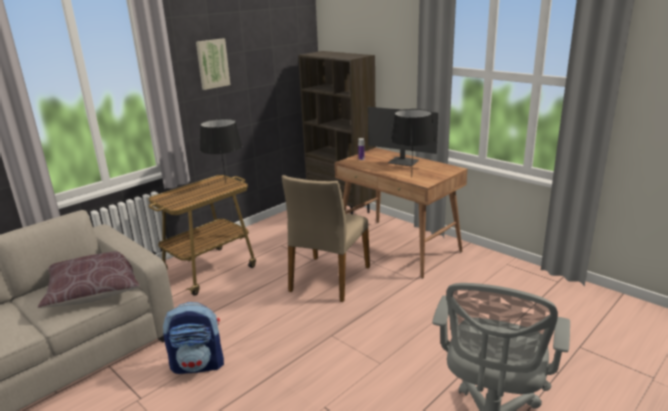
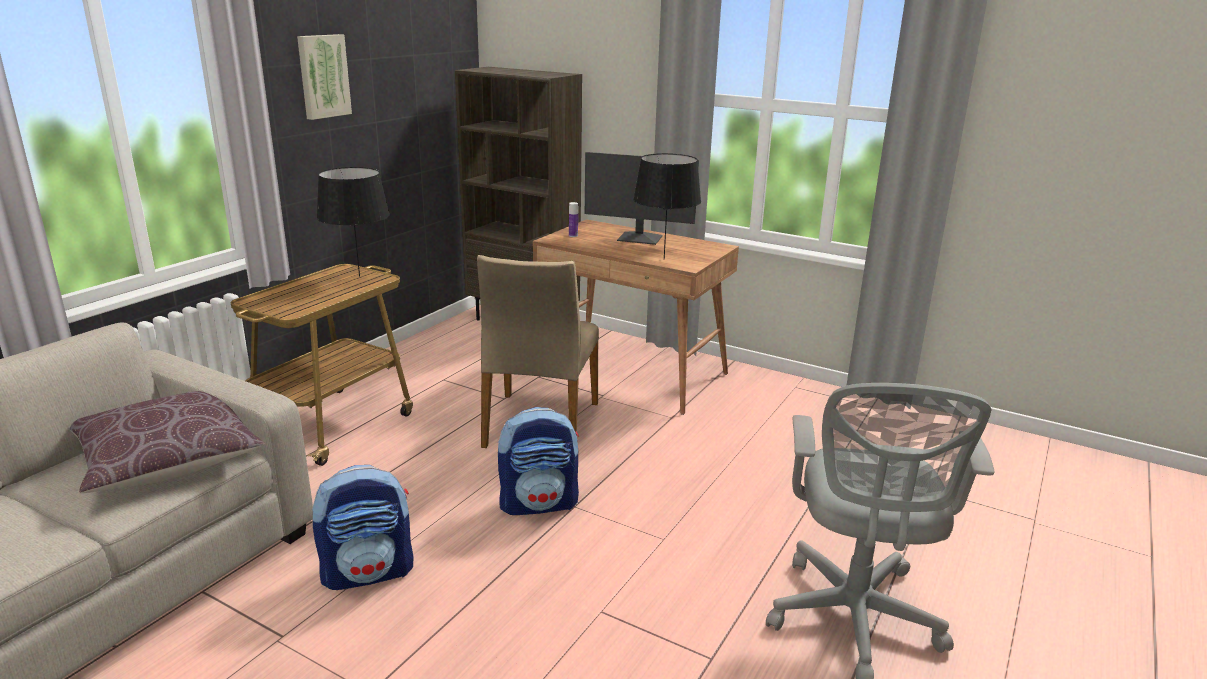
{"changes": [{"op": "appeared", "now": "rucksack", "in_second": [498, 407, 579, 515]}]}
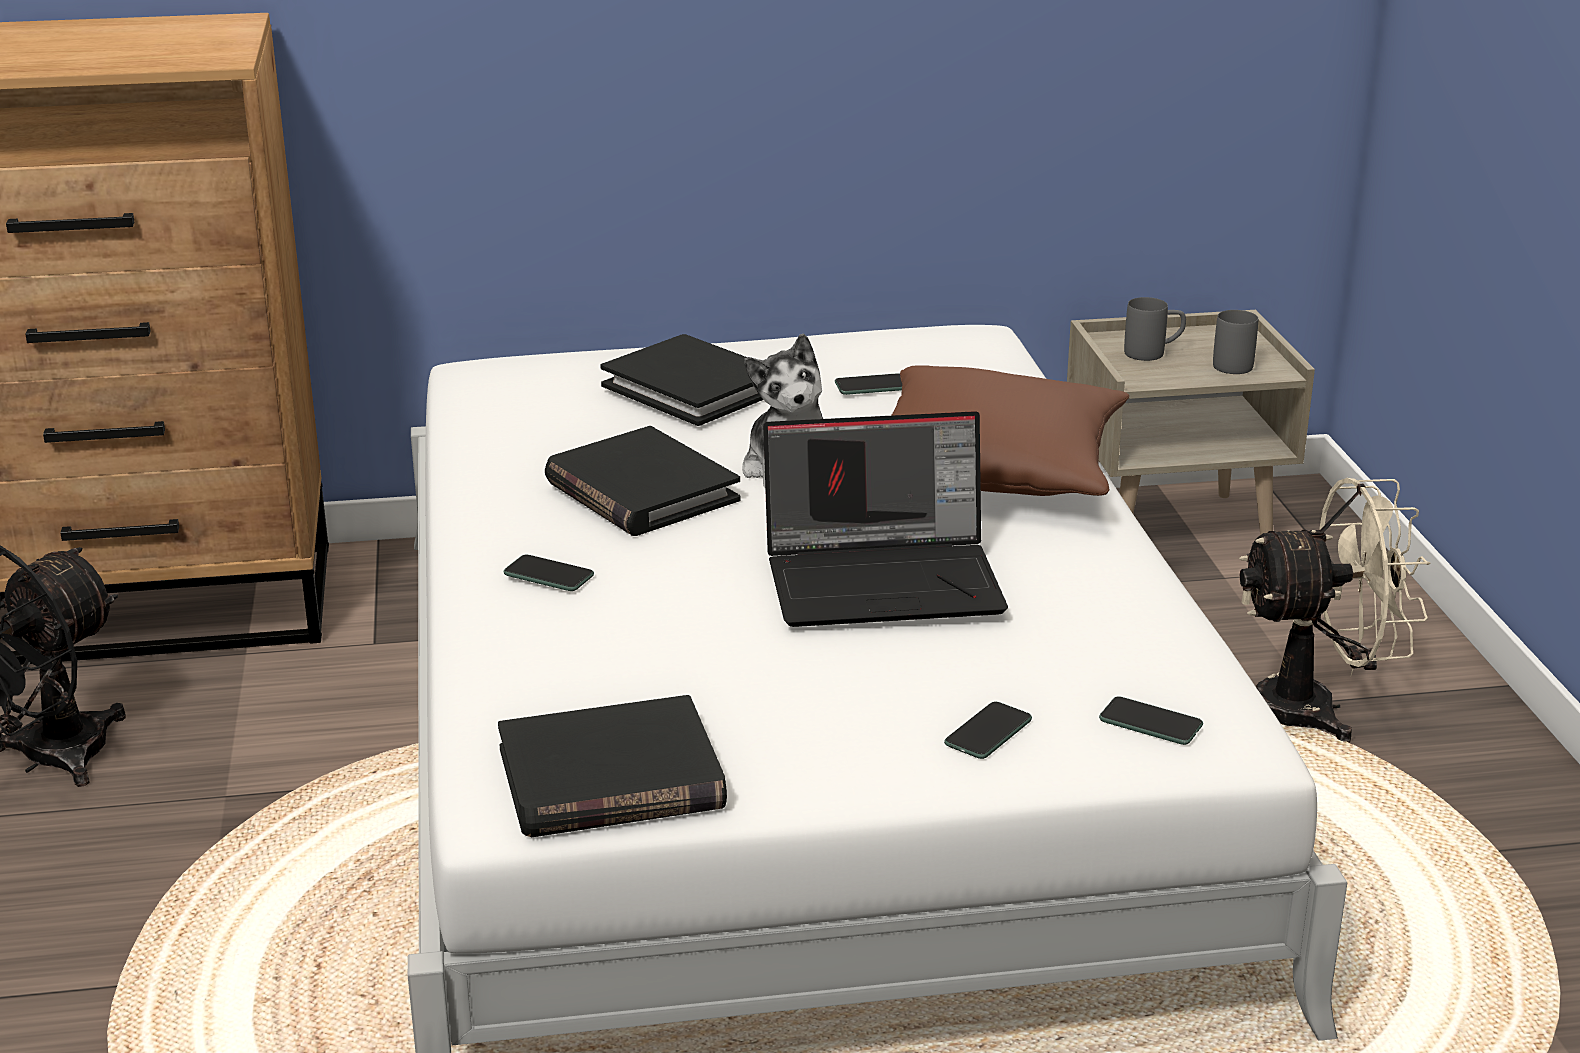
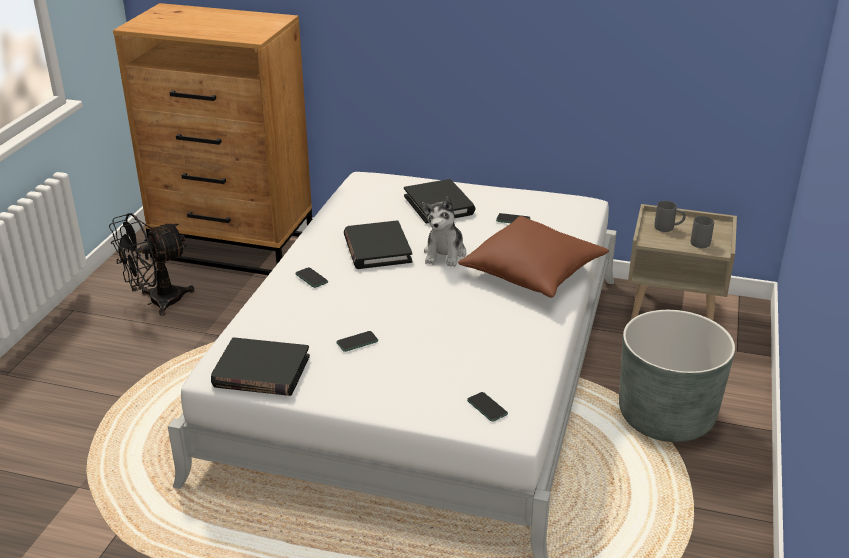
{"changes": [{"op": "missing", "was": "portable_computer", "in_first": [763, 411, 1008, 627]}, {"op": "exchanged", "was": "beige_cooling_fan", "now": "gray_plant_pot", "in_first": [1239, 478, 1430, 743], "in_second": [619, 310, 735, 442]}, {"op": "relocated", "was": "phone", "in_first": [944, 702, 1032, 759], "in_second": [336, 331, 378, 352]}]}
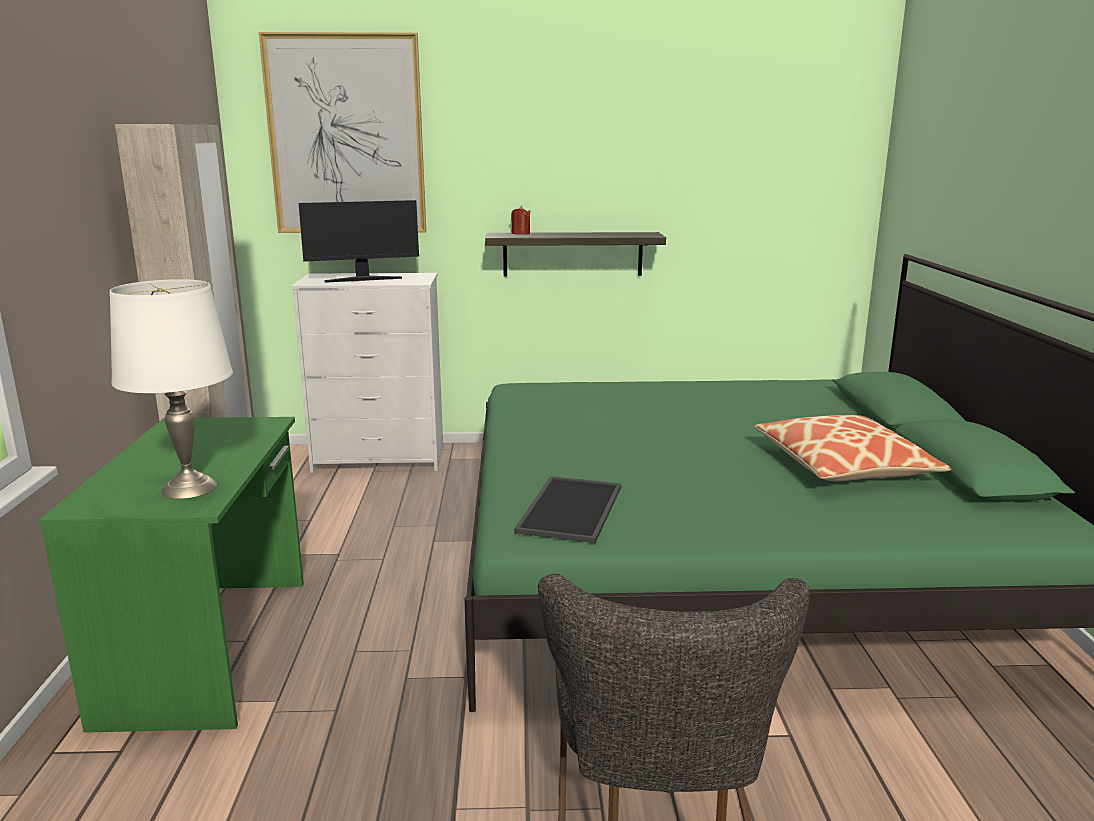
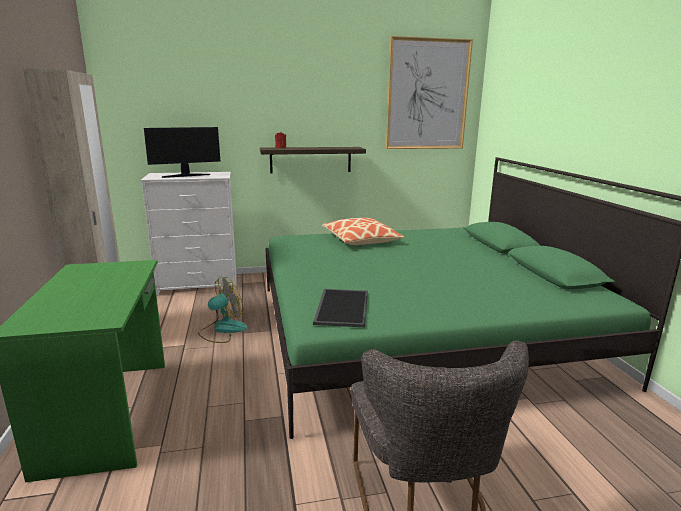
{"changes": [{"op": "relocated", "was": "wall_picture", "in_first": [259, 32, 426, 233], "in_second": [386, 36, 473, 149]}, {"op": "missing", "was": "whitish_table_lamp", "in_first": [109, 279, 233, 499]}, {"op": "relocated", "was": "throw_pillow", "in_first": [754, 415, 951, 481], "in_second": [322, 218, 405, 245]}, {"op": "appeared", "now": "cooling_fan", "in_second": [198, 277, 247, 343]}]}
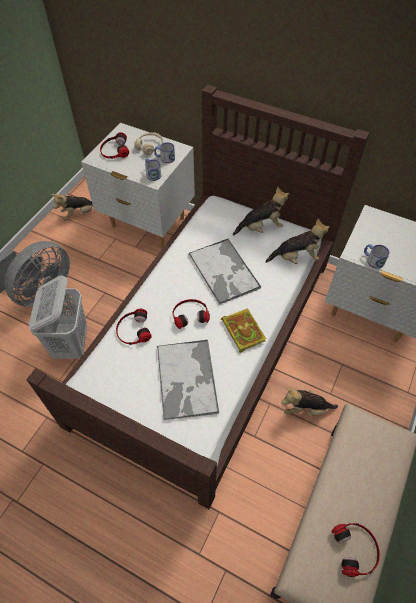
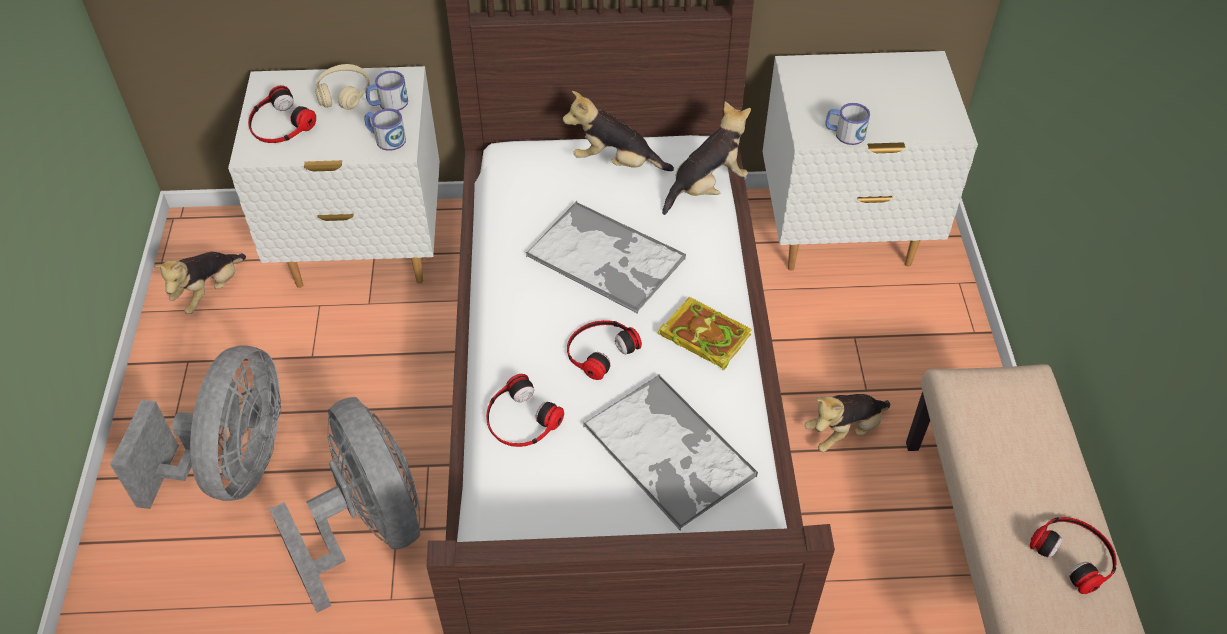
{"changes": [{"op": "spun", "was": "cuddly_toy", "in_first": [233, 186, 289, 235], "in_second": [563, 91, 674, 171], "clockwise": -120}, {"op": "exchanged", "was": "whitish_hamper", "now": "gray_cooling_fan", "in_first": [29, 275, 87, 359], "in_second": [270, 397, 420, 613]}]}
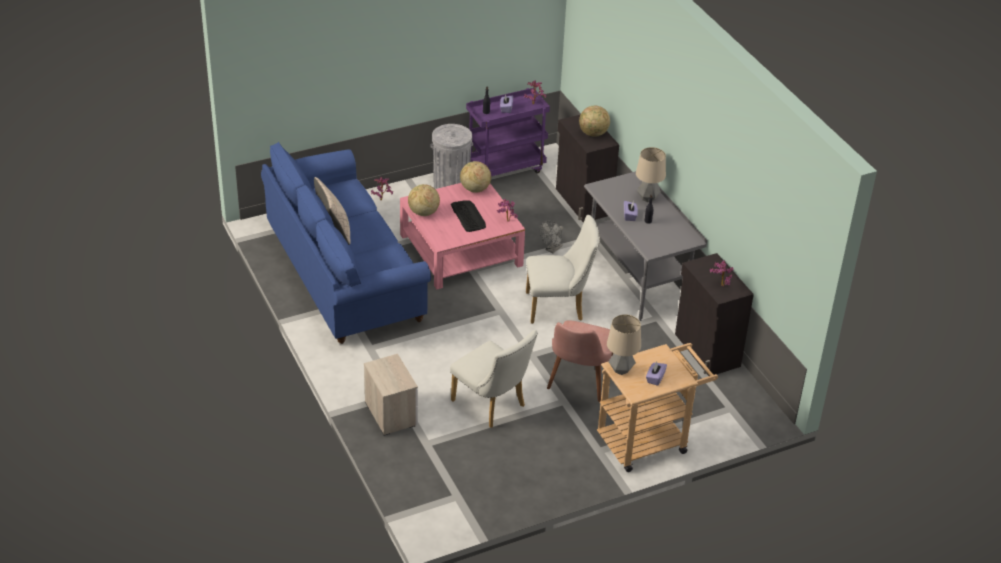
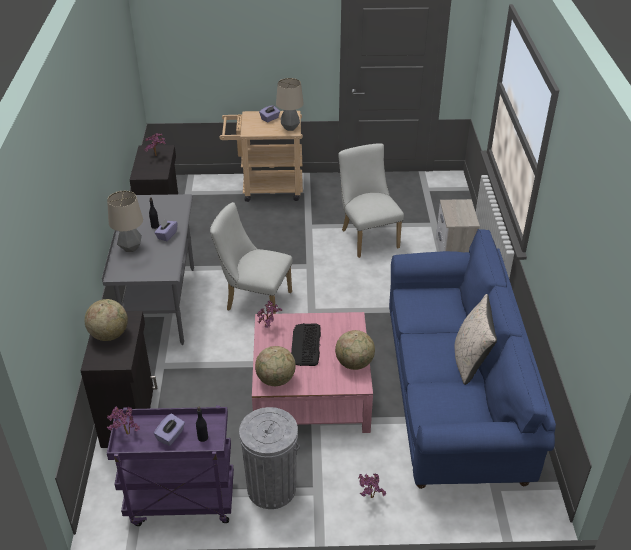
{"changes": [{"op": "missing", "was": "gray_cooling_fan", "in_first": [540, 220, 563, 254]}, {"op": "missing", "was": "pinkish_plain_chair", "in_first": [547, 320, 614, 402]}]}
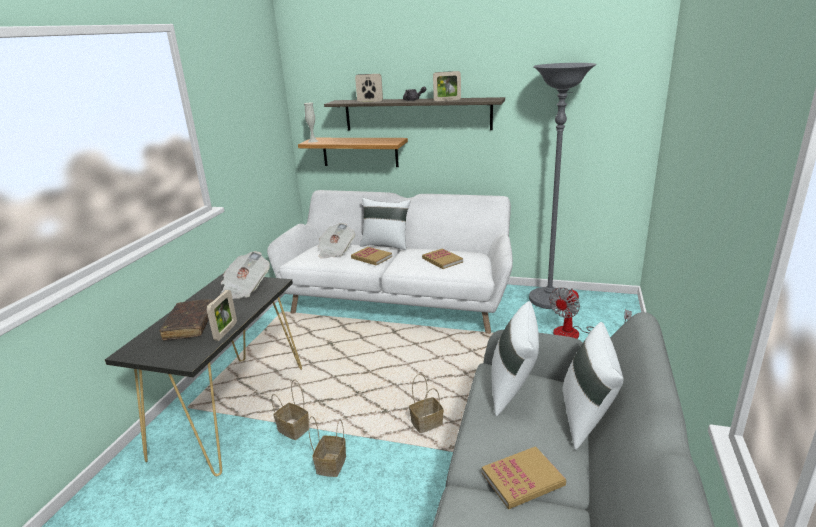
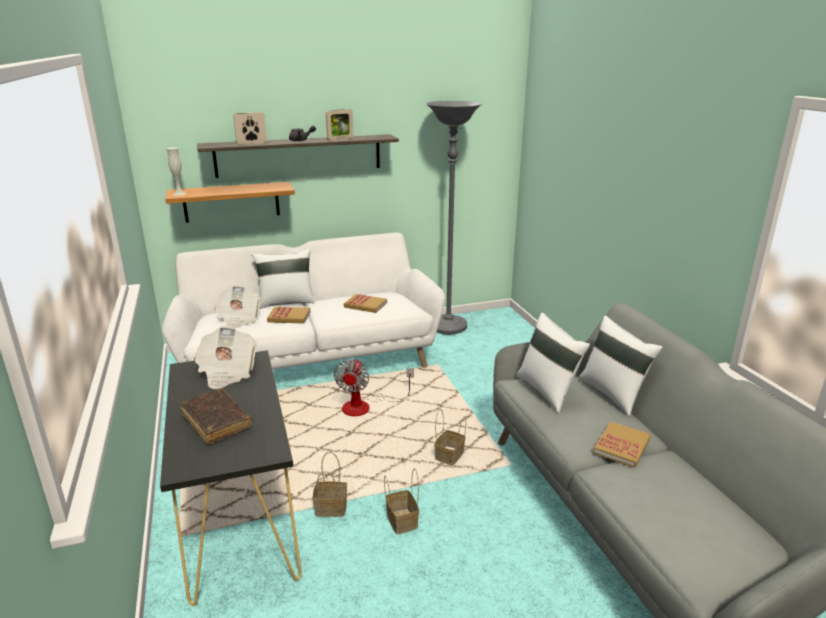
{"changes": [{"op": "relocated", "was": "cooling_fan", "in_first": [549, 287, 632, 339], "in_second": [334, 359, 414, 416]}, {"op": "missing", "was": "standing_frame", "in_first": [207, 290, 237, 341]}]}
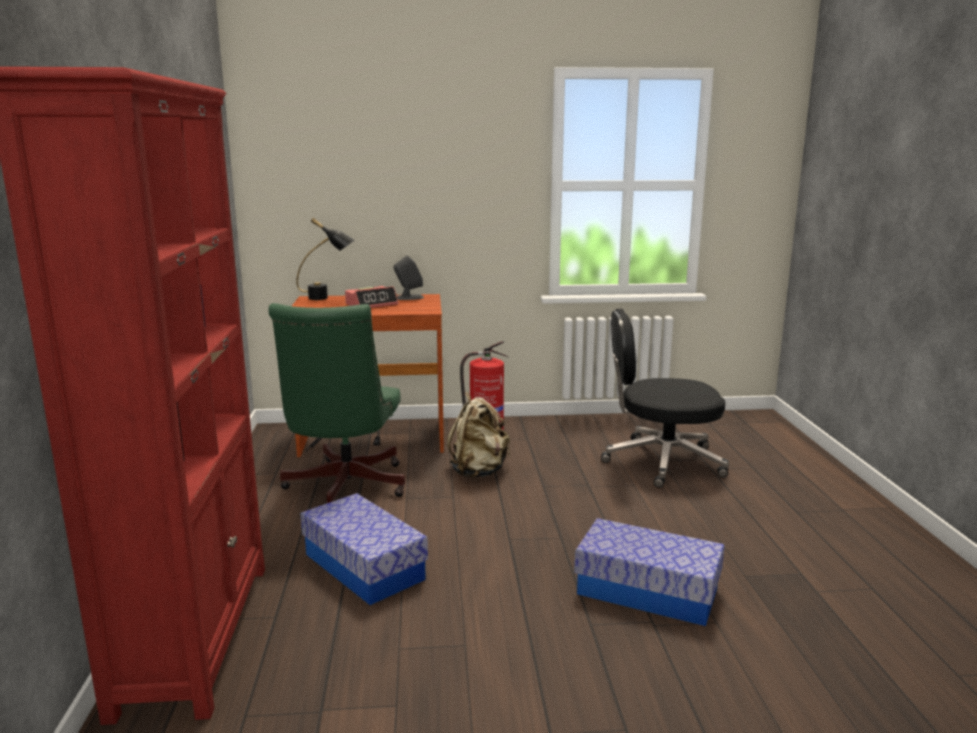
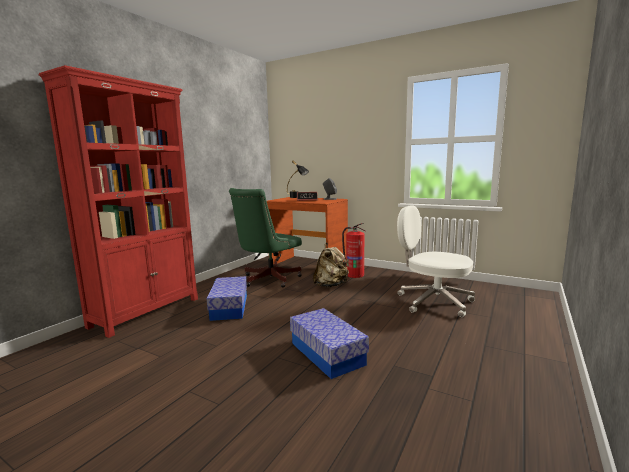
{"changes": [{"op": "colour", "was": "blackish_desk_chair", "now": "whitish_desk_chair", "in_first": [601, 308, 729, 488], "in_second": [397, 206, 475, 317]}]}
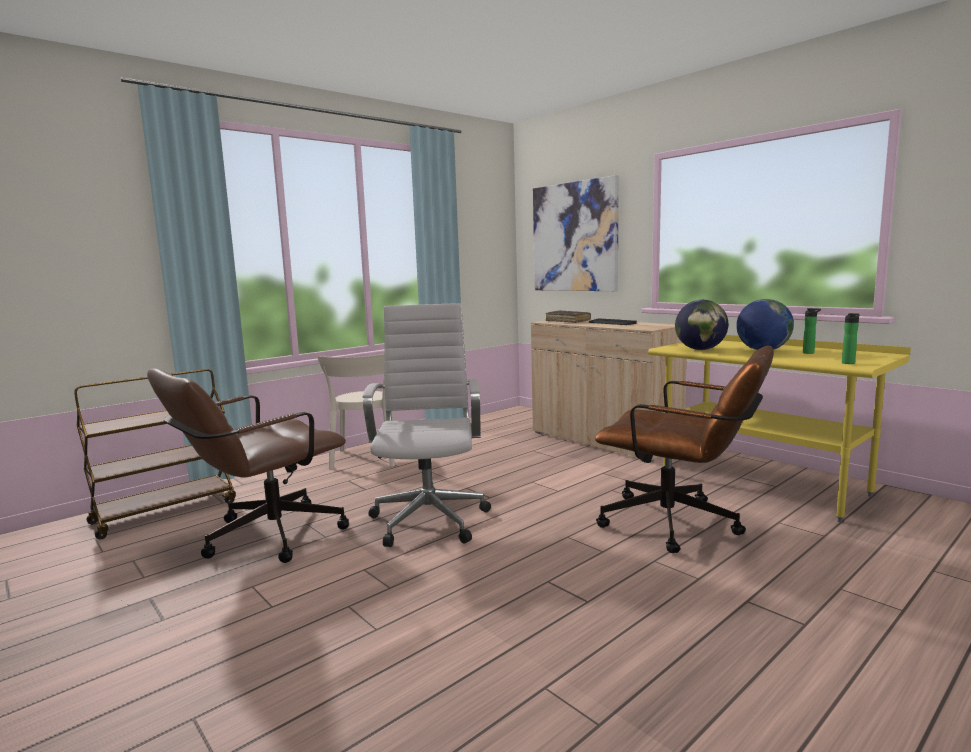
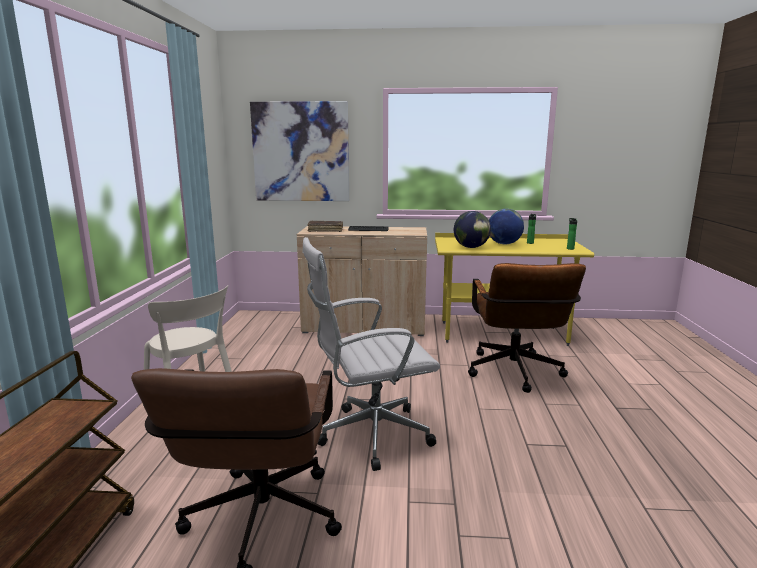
{"changes": [{"op": "spun", "was": "whitish_desk_chair", "in_first": [363, 303, 491, 547], "in_second": [302, 237, 440, 471], "clockwise": -60}, {"op": "spun", "was": "brown-coloured_desk_chair", "in_first": [595, 346, 774, 553], "in_second": [468, 263, 586, 393], "clockwise": 105}]}
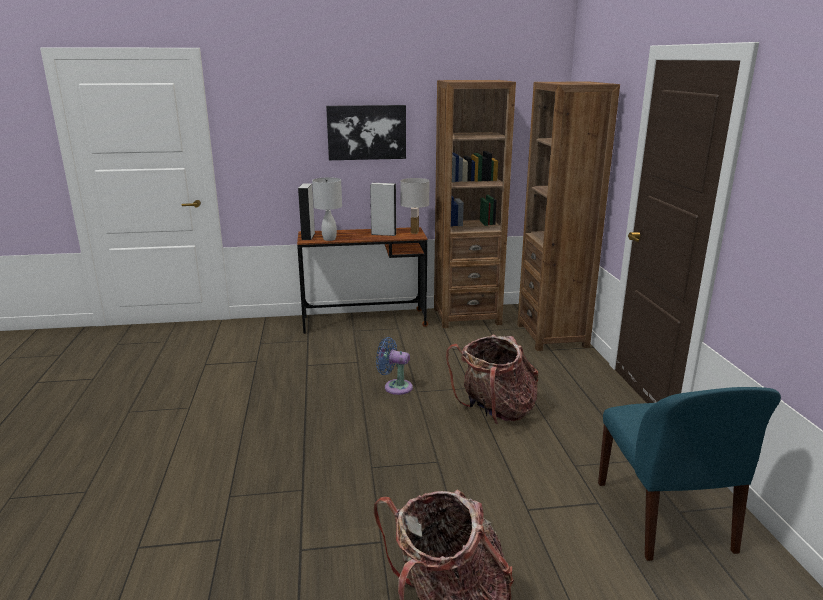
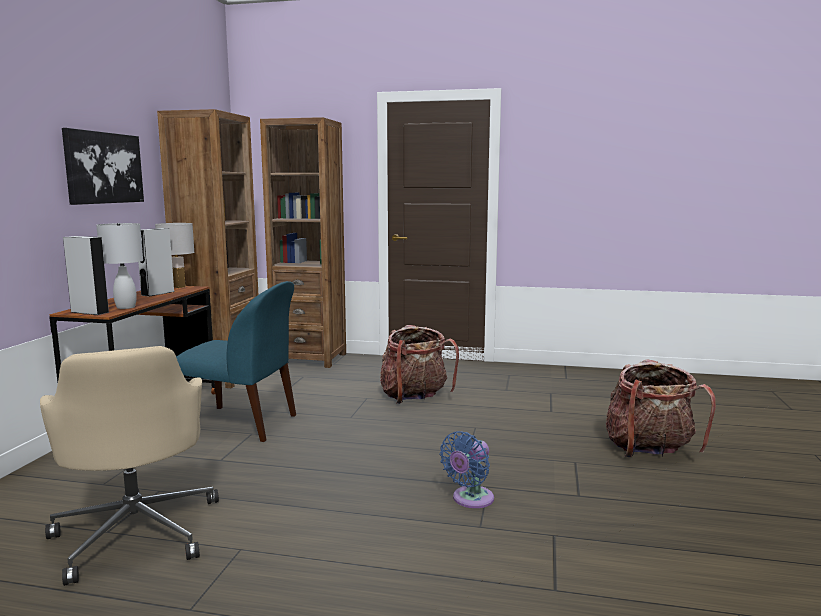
{"changes": [{"op": "relocated", "was": "blue_cooling_fan", "in_first": [376, 337, 413, 395], "in_second": [440, 431, 494, 508]}, {"op": "relocated", "was": "blue_plain_chair", "in_first": [598, 387, 781, 561], "in_second": [176, 281, 296, 442]}, {"op": "appeared", "now": "beige_desk_chair", "in_second": [40, 346, 219, 586]}]}
